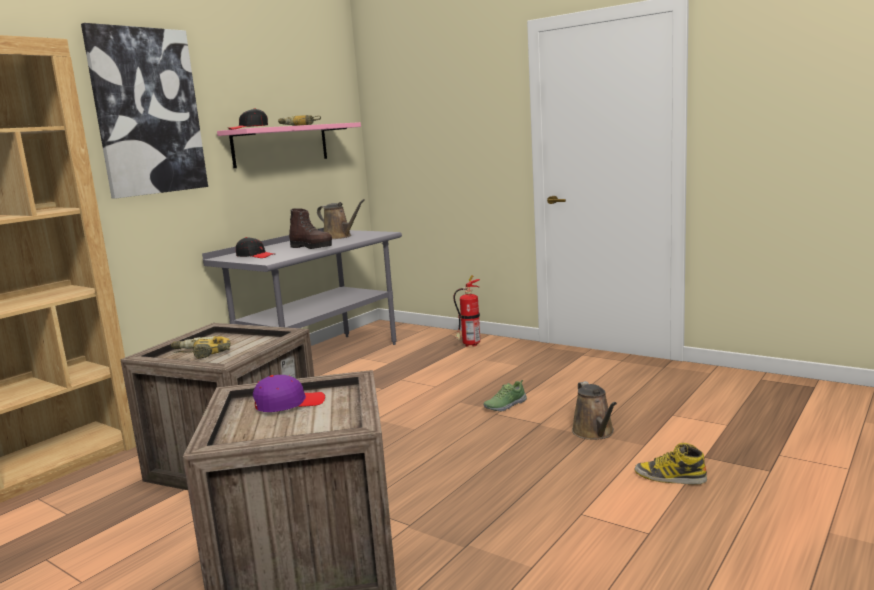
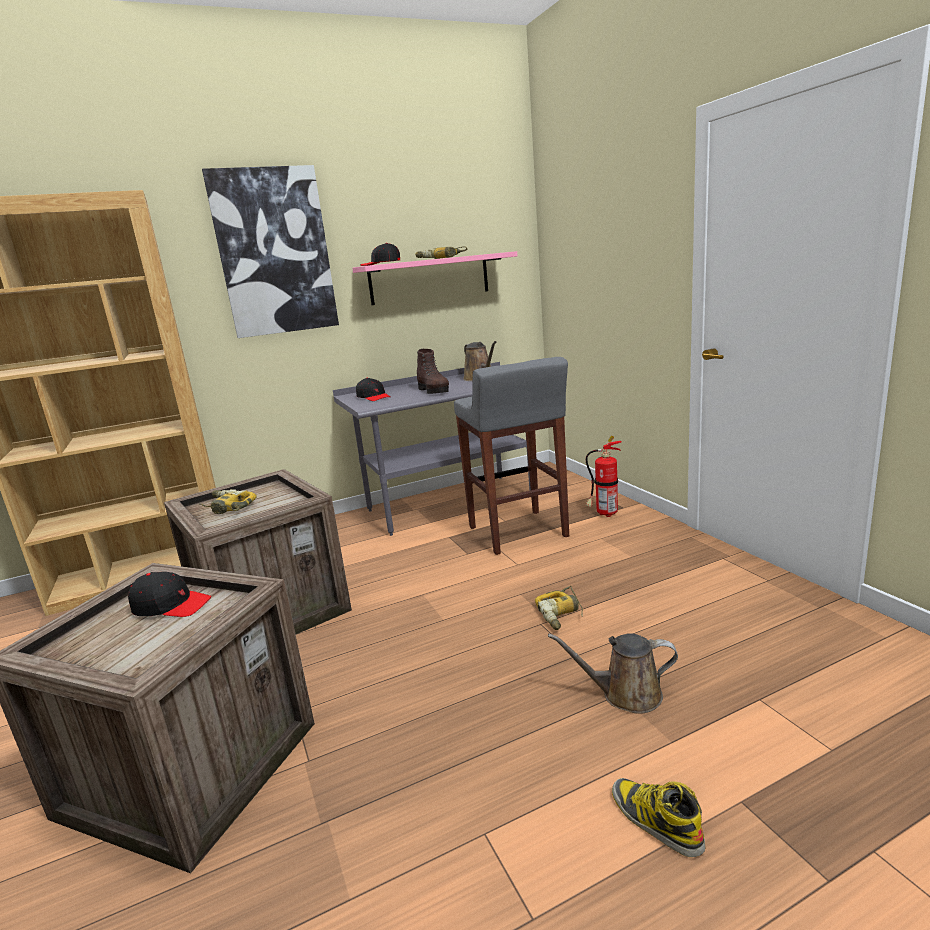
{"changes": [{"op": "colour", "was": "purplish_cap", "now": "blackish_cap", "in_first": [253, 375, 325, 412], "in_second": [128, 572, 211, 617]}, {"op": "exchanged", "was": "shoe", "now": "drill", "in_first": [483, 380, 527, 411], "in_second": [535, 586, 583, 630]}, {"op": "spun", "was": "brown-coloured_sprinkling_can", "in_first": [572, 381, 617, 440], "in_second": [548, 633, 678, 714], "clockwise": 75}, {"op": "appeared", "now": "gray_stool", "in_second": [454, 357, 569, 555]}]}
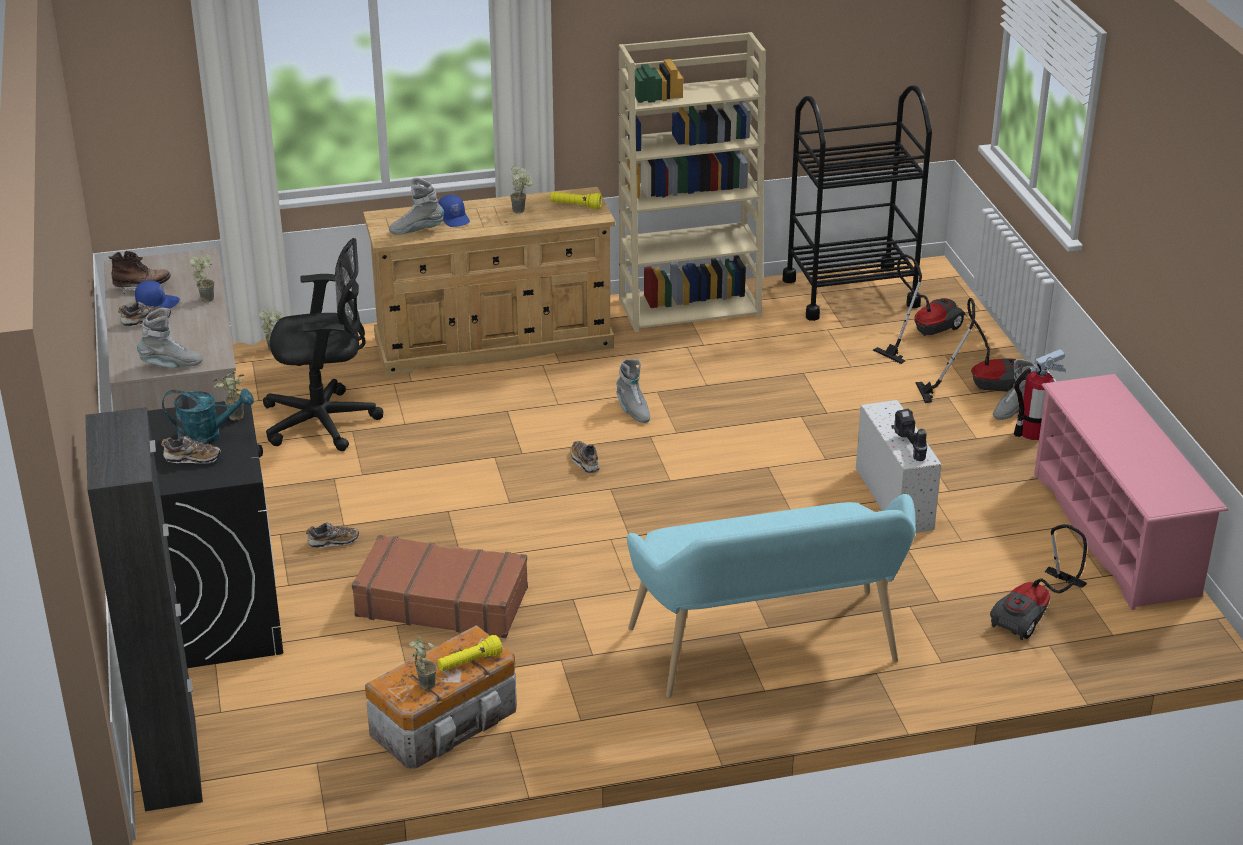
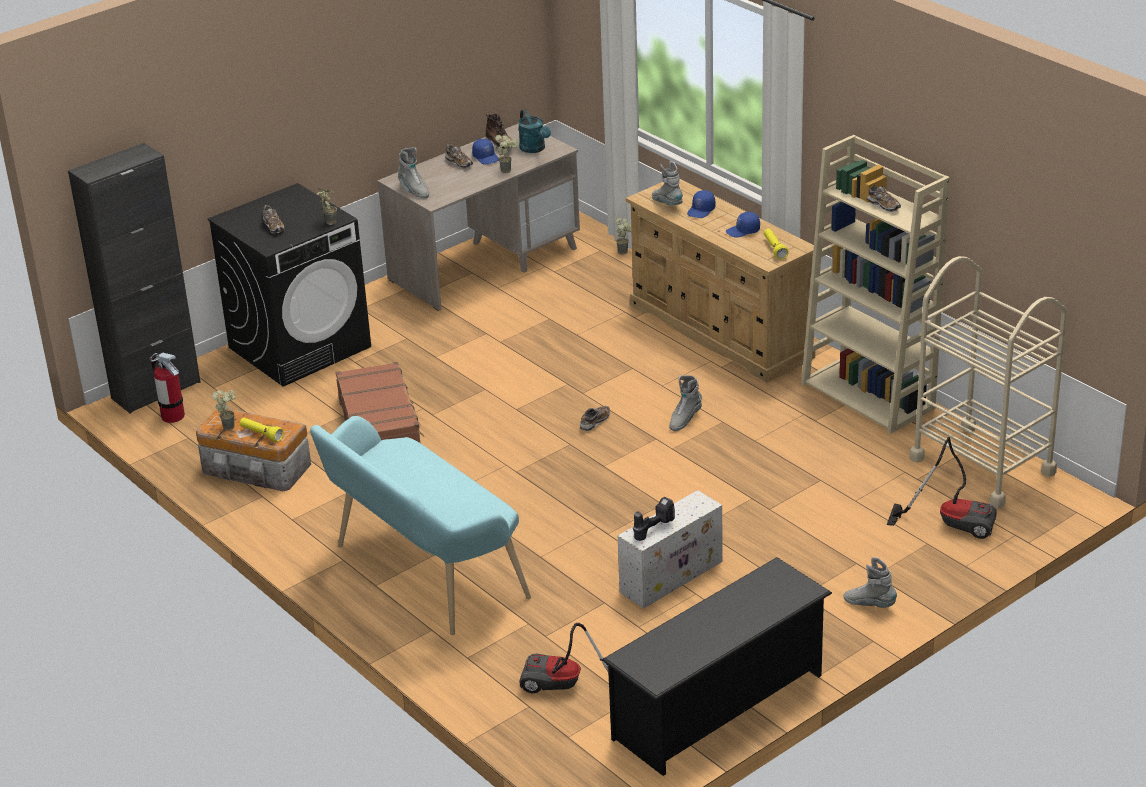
{"changes": [{"op": "colour", "was": "blackish_trolley", "now": "beige_trolley", "in_first": [783, 85, 932, 321], "in_second": [909, 256, 1067, 508]}, {"op": "exchanged", "was": "plant_in_a_pot", "now": "blue_cap", "in_first": [510, 165, 533, 214], "in_second": [726, 212, 760, 238]}, {"op": "missing", "was": "blackish_desk_chair", "in_first": [263, 238, 384, 451]}, {"op": "missing", "was": "hoover", "in_first": [916, 298, 1021, 403]}, {"op": "relocated", "was": "fire-fighting_cylinder", "in_first": [1014, 349, 1066, 440], "in_second": [149, 353, 185, 423]}, {"op": "colour", "was": "pinkish_shoe_stand", "now": "blackish_shoe_stand", "in_first": [1034, 374, 1228, 610], "in_second": [602, 557, 832, 776]}, {"op": "relocated", "was": "blue-green_sprinkling_can", "in_first": [162, 389, 254, 445], "in_second": [518, 110, 551, 153]}, {"op": "relocated", "was": "shoe", "in_first": [306, 522, 359, 548], "in_second": [866, 185, 901, 212]}]}
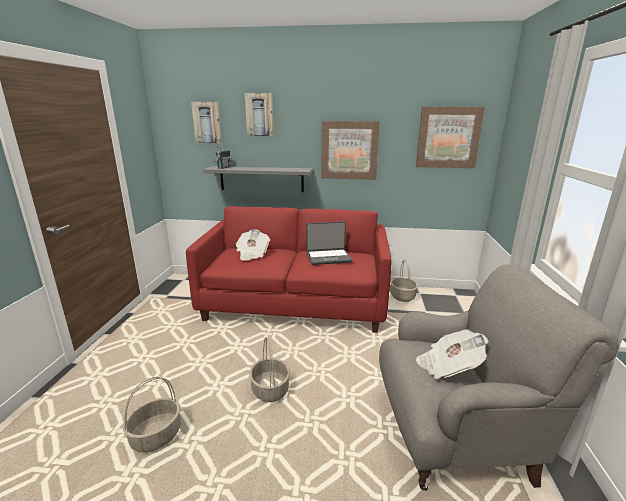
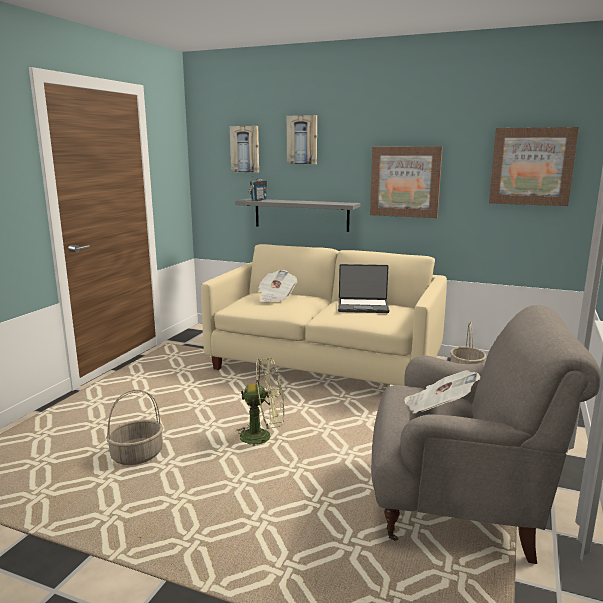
{"changes": [{"op": "colour", "was": "red_settee", "now": "beige_settee", "in_first": [186, 206, 392, 333], "in_second": [201, 244, 447, 386]}, {"op": "exchanged", "was": "basket", "now": "green-coloured_cooling_fan", "in_first": [249, 337, 290, 402], "in_second": [236, 358, 284, 446]}]}
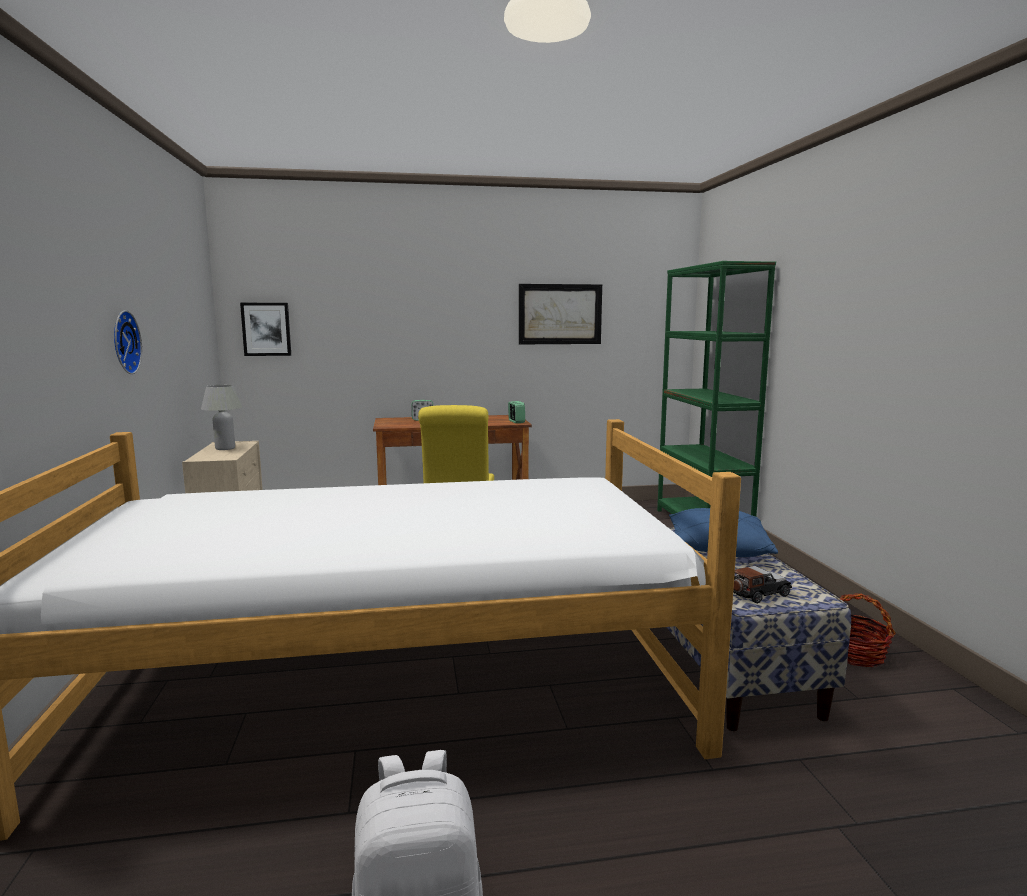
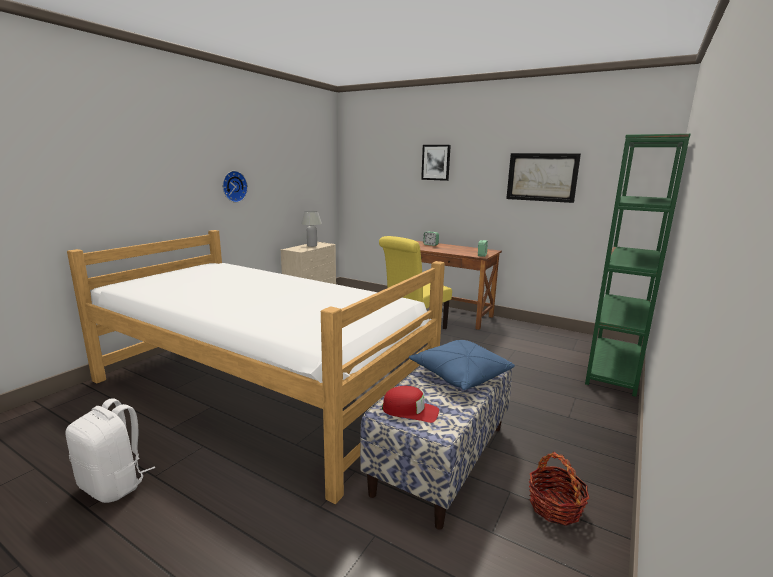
{"changes": [{"op": "relocated", "was": "wall_picture", "in_first": [240, 303, 291, 356], "in_second": [421, 145, 451, 181]}, {"op": "exchanged", "was": "miniature_car", "now": "red_cap", "in_first": [733, 566, 792, 603], "in_second": [382, 386, 439, 423]}]}
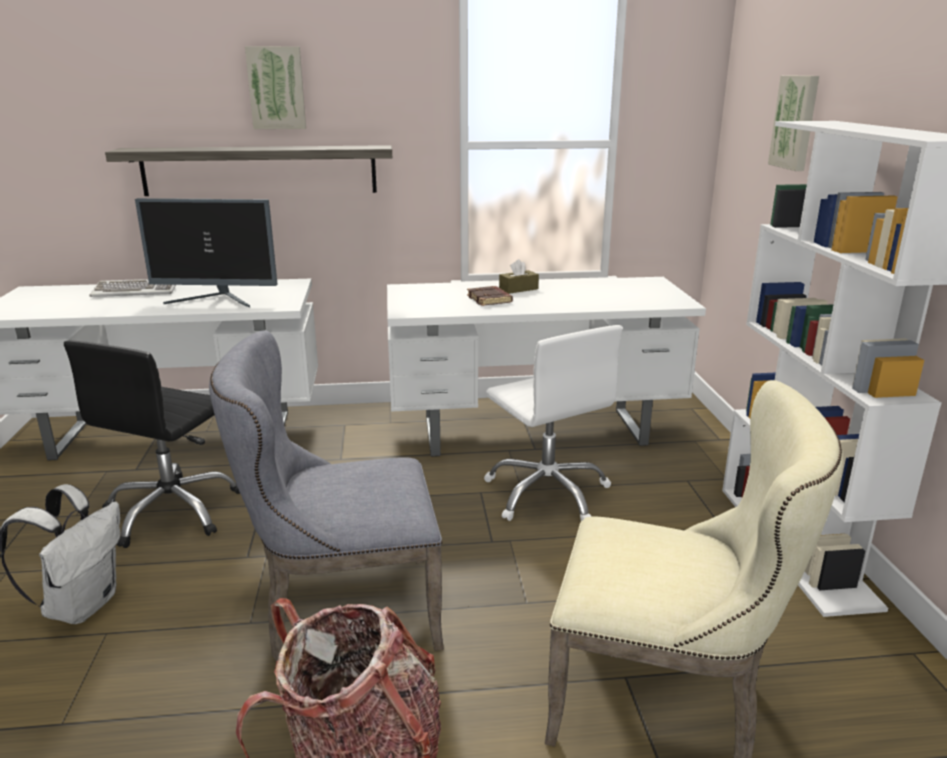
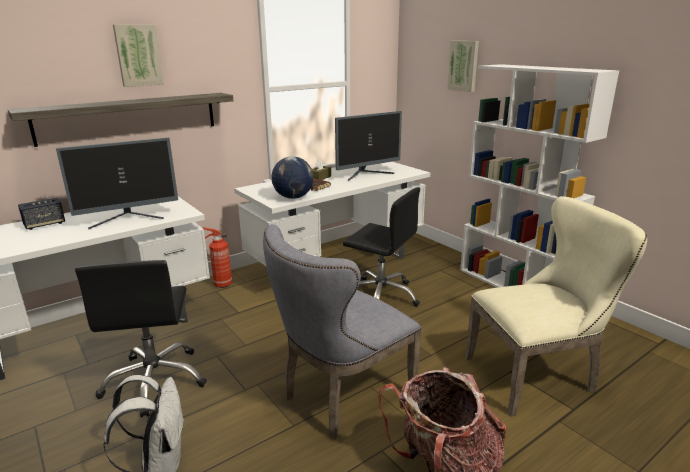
{"changes": [{"op": "exchanged", "was": "PC_keyboard", "now": "audio_speaker", "in_first": [89, 279, 176, 297], "in_second": [18, 198, 65, 230]}, {"op": "colour", "was": "whitish_desk_chair", "now": "blackish_desk_chair", "in_first": [484, 325, 622, 521], "in_second": [343, 187, 420, 307]}, {"op": "appeared", "now": "computer_display", "in_second": [335, 111, 402, 181]}, {"op": "appeared", "now": "world_globe", "in_second": [271, 156, 314, 199]}, {"op": "appeared", "now": "fire-fighting_cylinder", "in_second": [203, 227, 233, 288]}]}
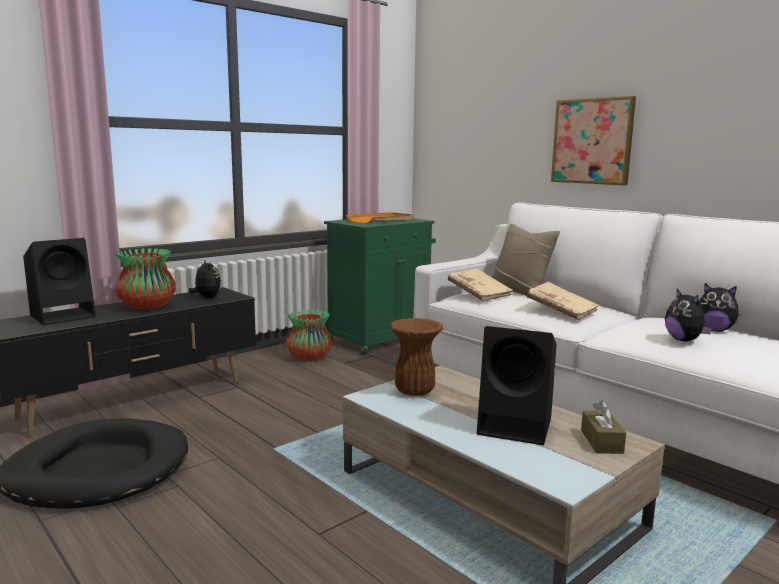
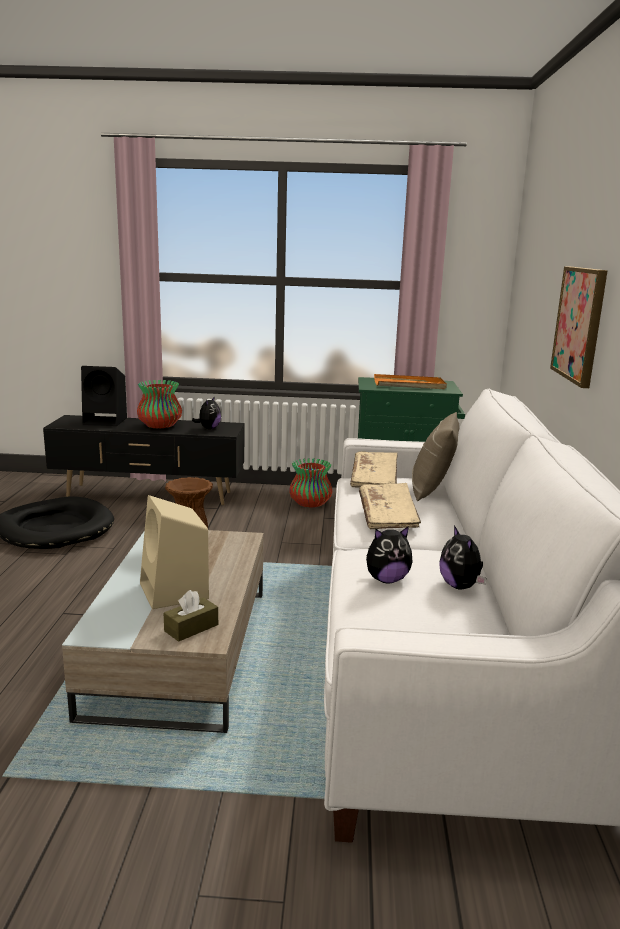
{"changes": [{"op": "spun", "was": "cuddly_toy", "in_first": [665, 289, 712, 341], "in_second": [366, 526, 413, 583], "clockwise": -135}, {"op": "colour", "was": "blackish_audio_speaker", "now": "beige_audio_speaker", "in_first": [477, 326, 557, 445], "in_second": [140, 495, 209, 609]}]}
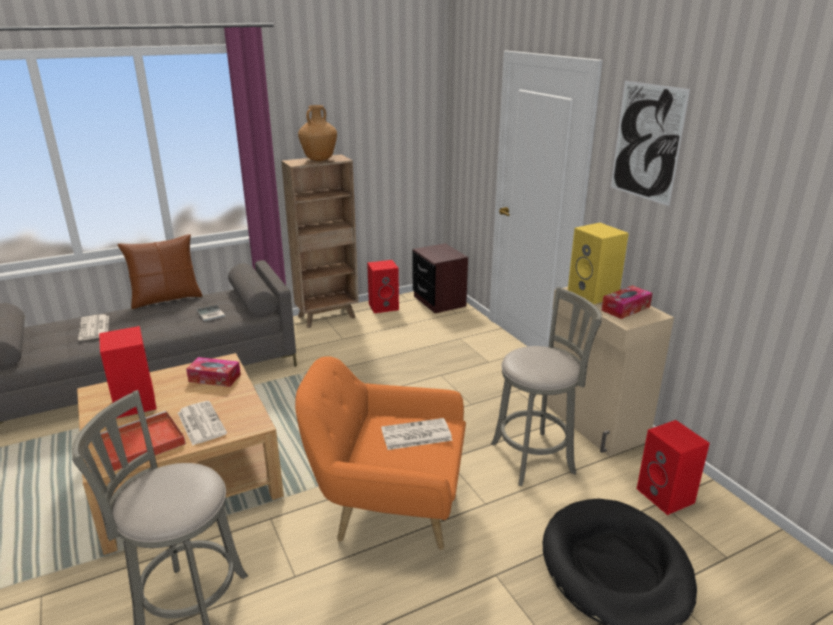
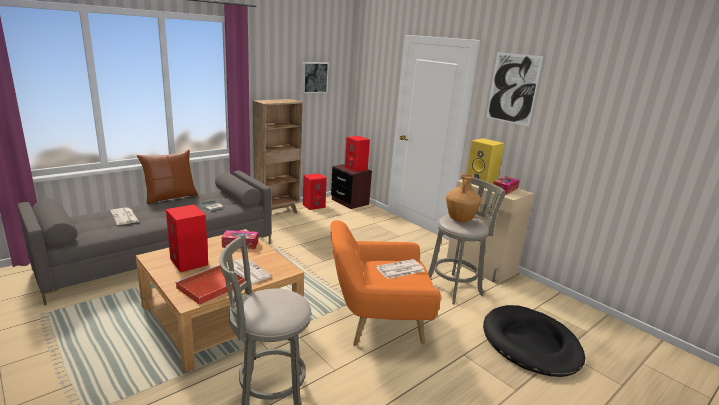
{"changes": [{"op": "relocated", "was": "brown-coloured_decorative_vase", "in_first": [298, 105, 337, 161], "in_second": [446, 174, 482, 222]}, {"op": "relocated", "was": "red_audio_speaker", "in_first": [637, 420, 710, 515], "in_second": [345, 136, 370, 172]}, {"op": "appeared", "now": "wall_picture", "in_second": [302, 62, 329, 93]}]}
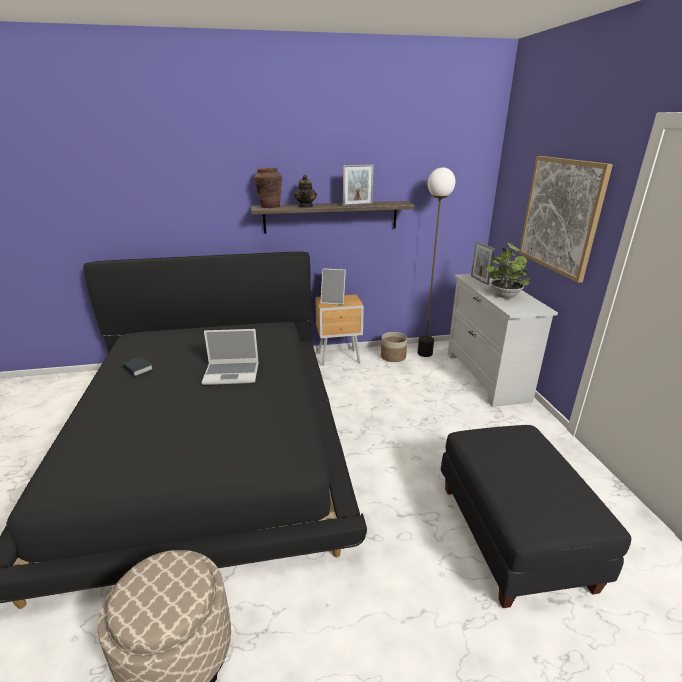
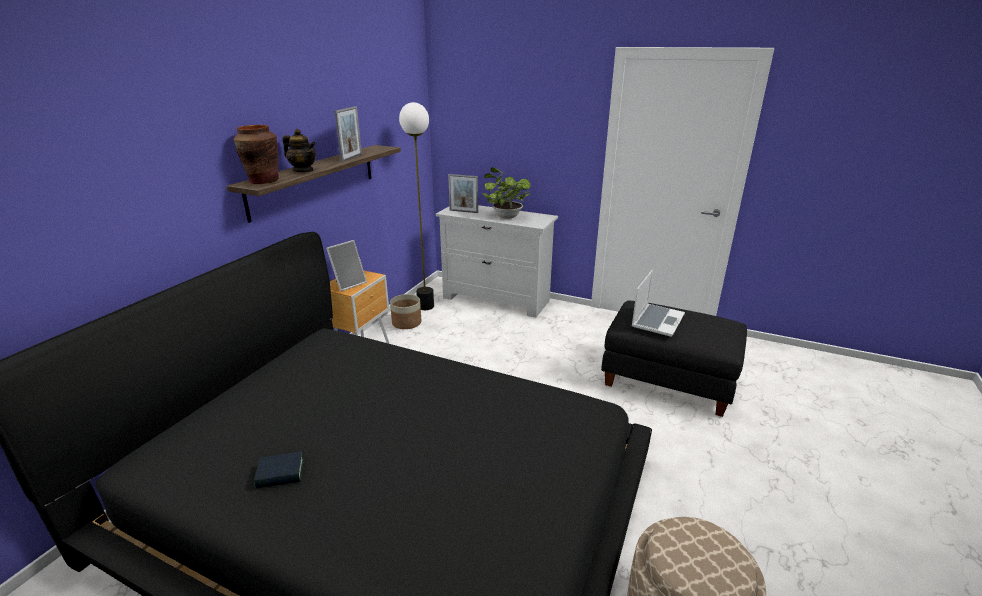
{"changes": [{"op": "missing", "was": "wall_picture", "in_first": [519, 156, 613, 283]}, {"op": "relocated", "was": "portable_computer", "in_first": [202, 329, 259, 385], "in_second": [631, 270, 685, 337]}]}
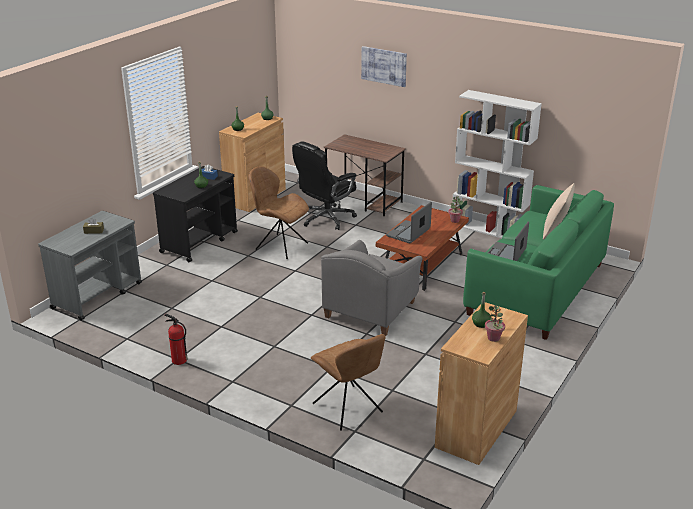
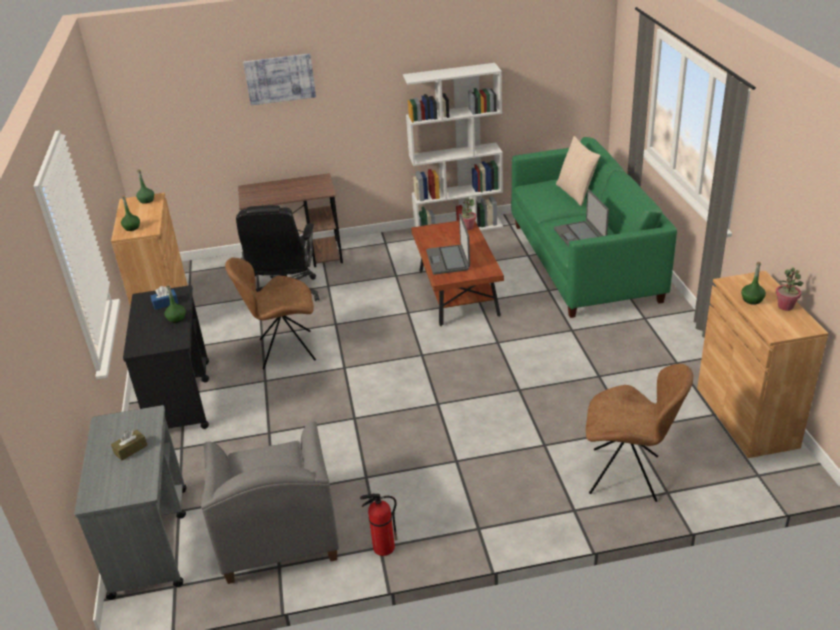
{"changes": [{"op": "relocated", "was": "gray_armchair", "in_first": [321, 240, 423, 336], "in_second": [201, 421, 339, 584]}]}
